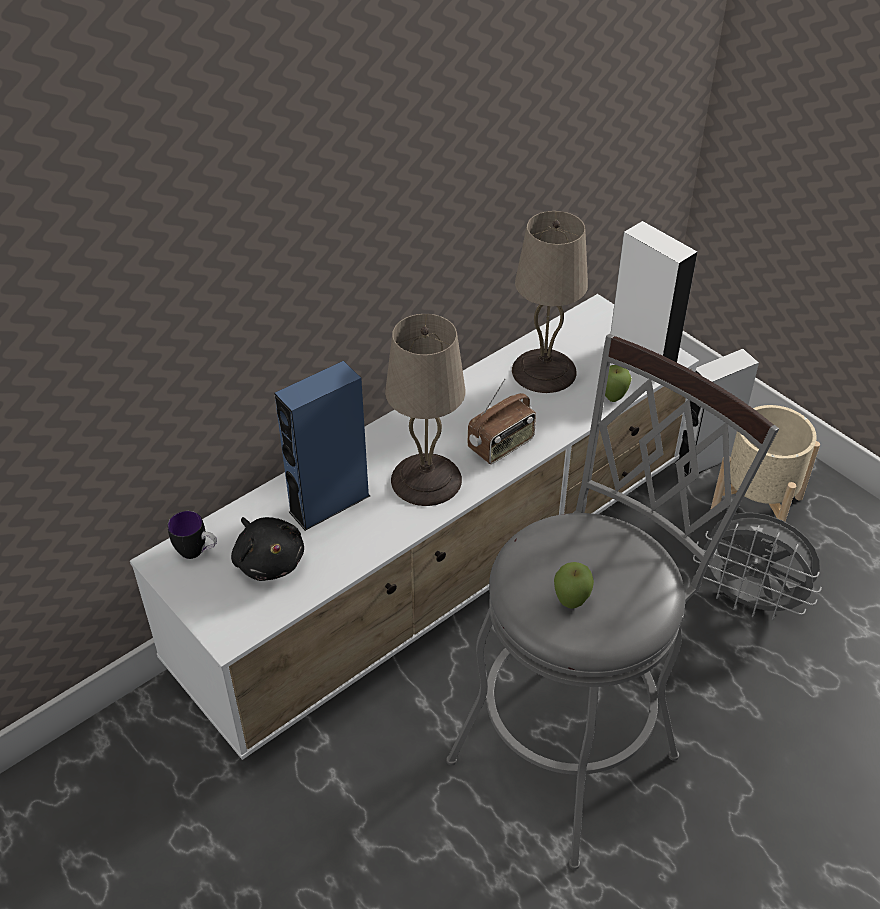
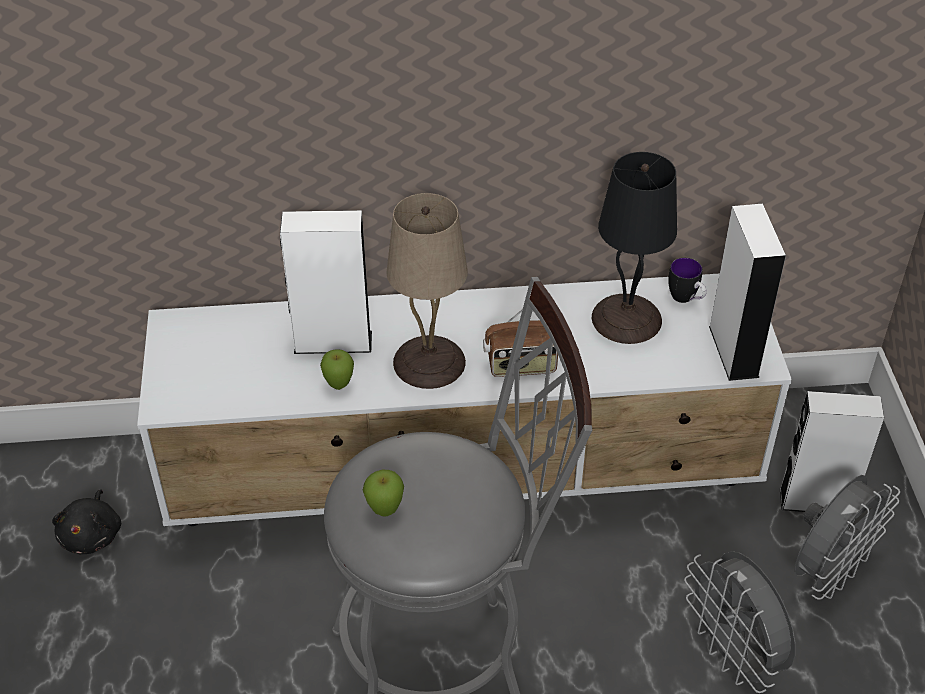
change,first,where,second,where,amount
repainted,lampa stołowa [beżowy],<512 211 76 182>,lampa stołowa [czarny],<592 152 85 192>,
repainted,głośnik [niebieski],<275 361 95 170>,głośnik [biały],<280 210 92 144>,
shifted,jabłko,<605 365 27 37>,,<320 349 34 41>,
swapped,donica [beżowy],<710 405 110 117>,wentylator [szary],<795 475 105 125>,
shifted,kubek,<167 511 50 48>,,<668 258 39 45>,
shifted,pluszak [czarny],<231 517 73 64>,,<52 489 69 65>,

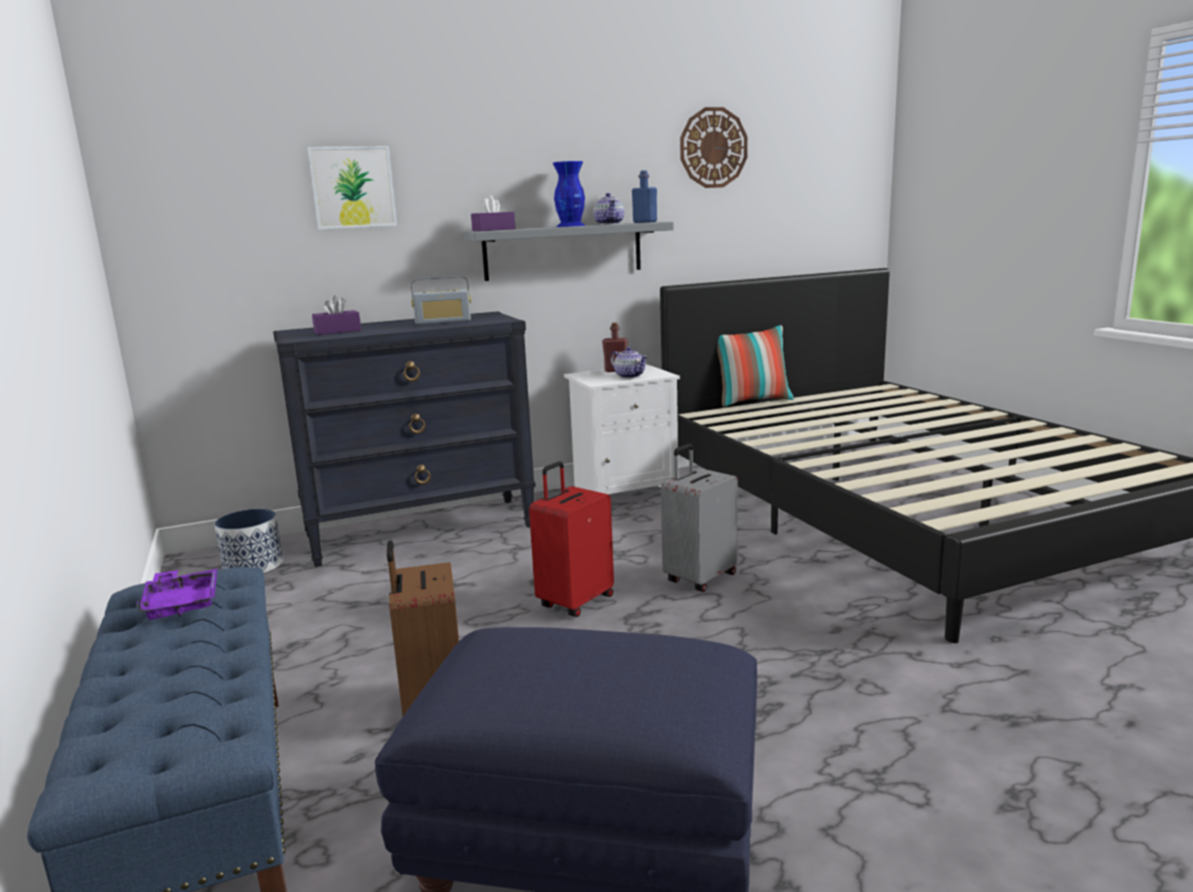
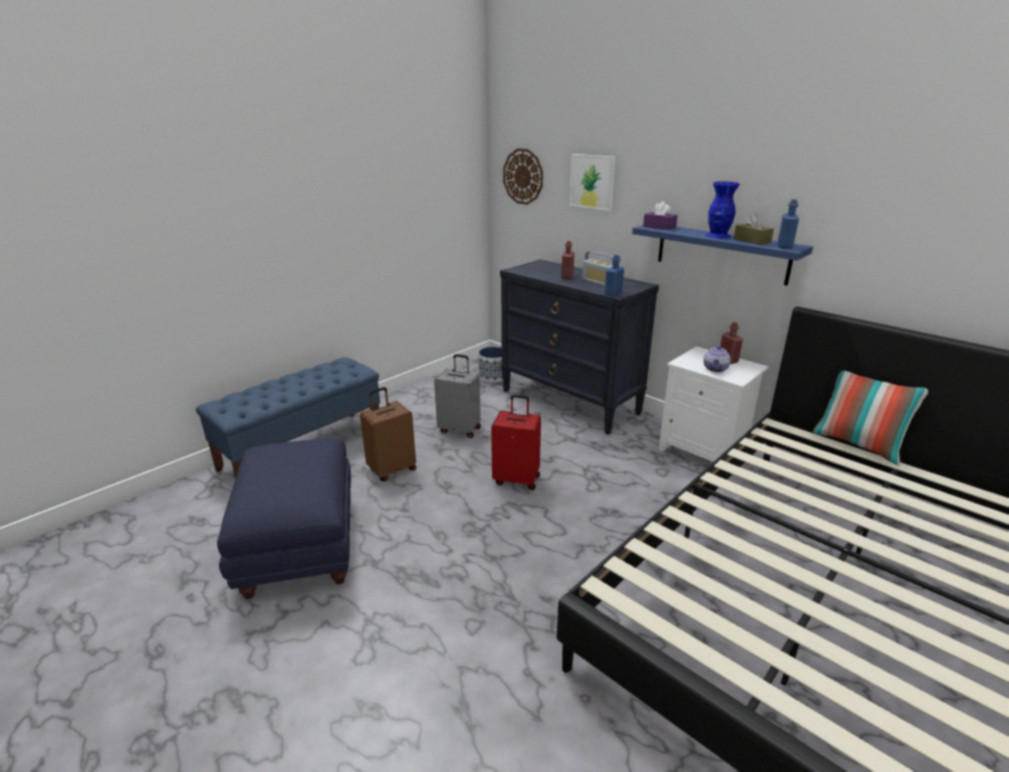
change,first,where,second,where,amount
shifted,zegar ścienny,<680 107 68 81>,,<503 148 40 57>,
swapped,imbryk,<593 193 31 32>,pudełko chusteczek [brązowy],<734 213 40 32>,
repainted,półka [szary],<463 222 211 59>,półka [niebieski],<632 225 181 61>,
gone,pudełko chusteczek [fioletowy],<312 295 49 40>,,,
shifted,walizka [szary],<661 444 77 148>,,<434 354 47 84>,
gone,taca [fioletowy],<136 569 81 51>,,,
new,,,butelka [czerwony],<561 241 13 38>,
new,,,butelka [niebieski],<605 255 19 41>,

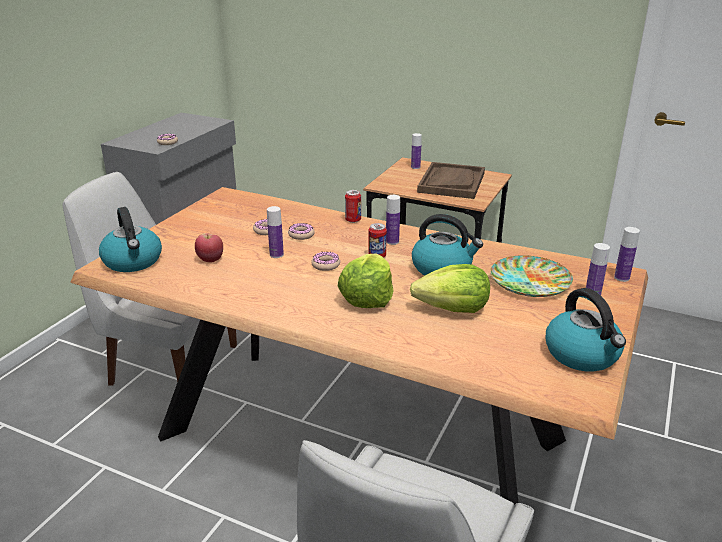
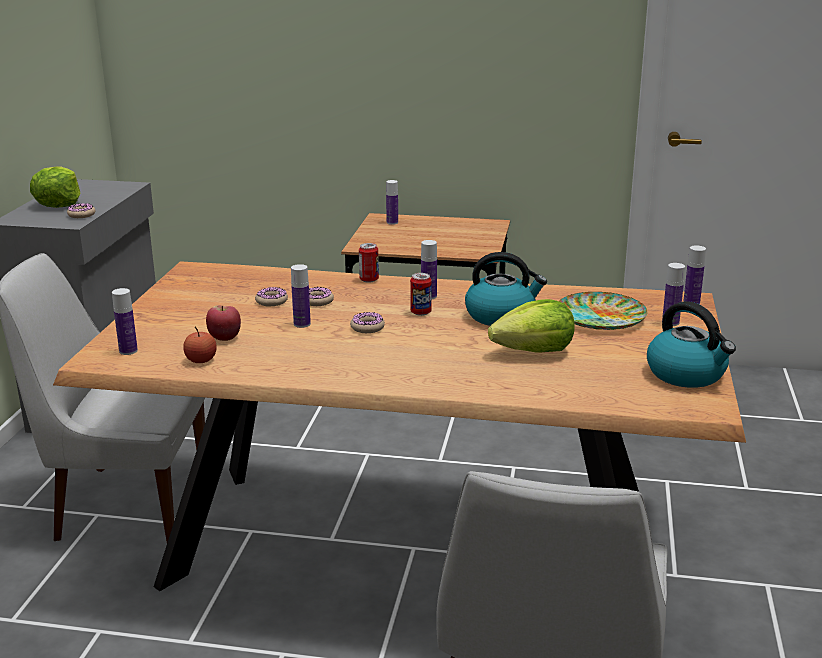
change,first,where,second,where,amount
gone,taca [brązowy],<417 162 68 37>,,,
swapped,czajnik,<99 207 63 65>,butelka,<112 288 26 67>,
shifted,sałata,<338 253 56 55>,,<30 166 50 42>,
new,,,jabłko,<183 327 34 36>,

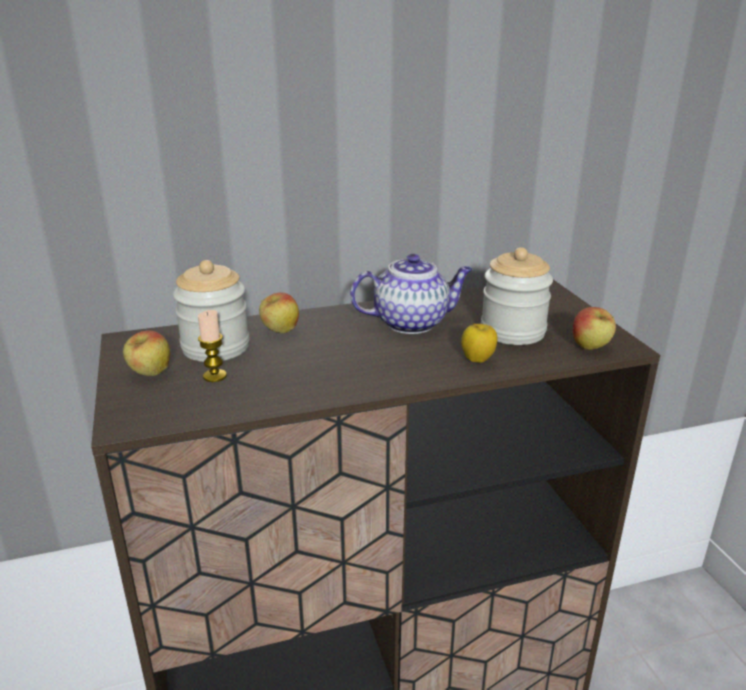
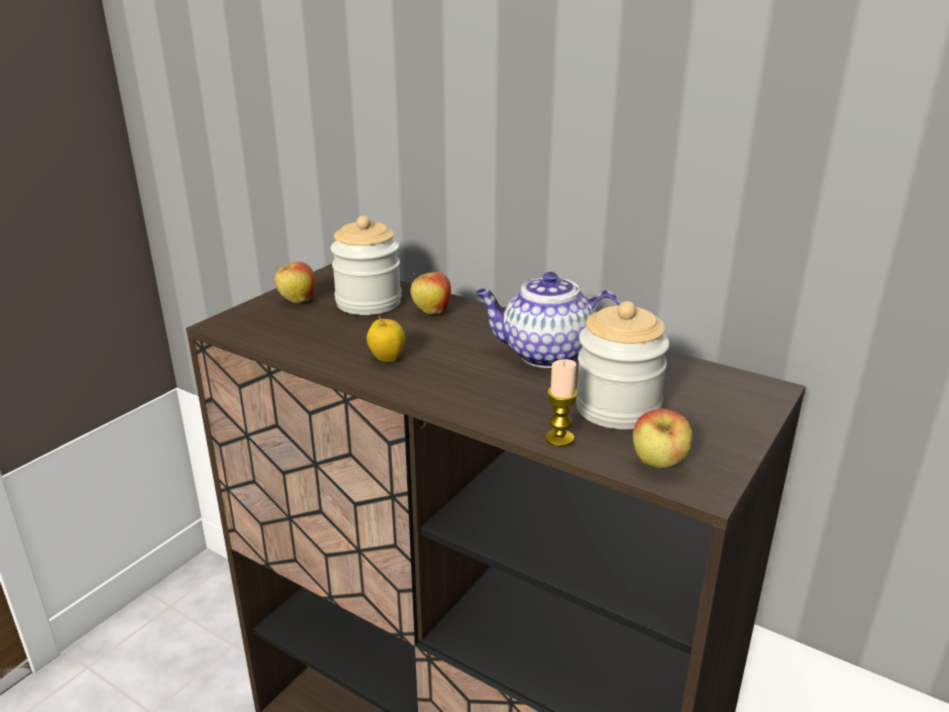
change,first,where,second,where,amount
rotated,imbryk,<350 254 123 80>,,<475 272 146 96>,150 degrees clockwise
shifted,świeca,<198 310 29 72>,,<545 359 33 88>,
shifted,jabłko,<461 323 36 40>,,<367 315 38 47>,

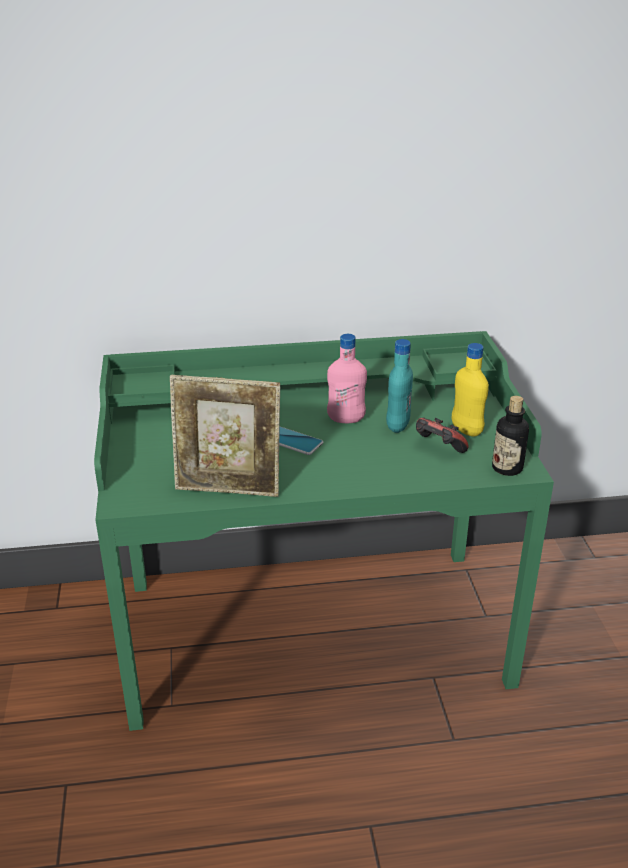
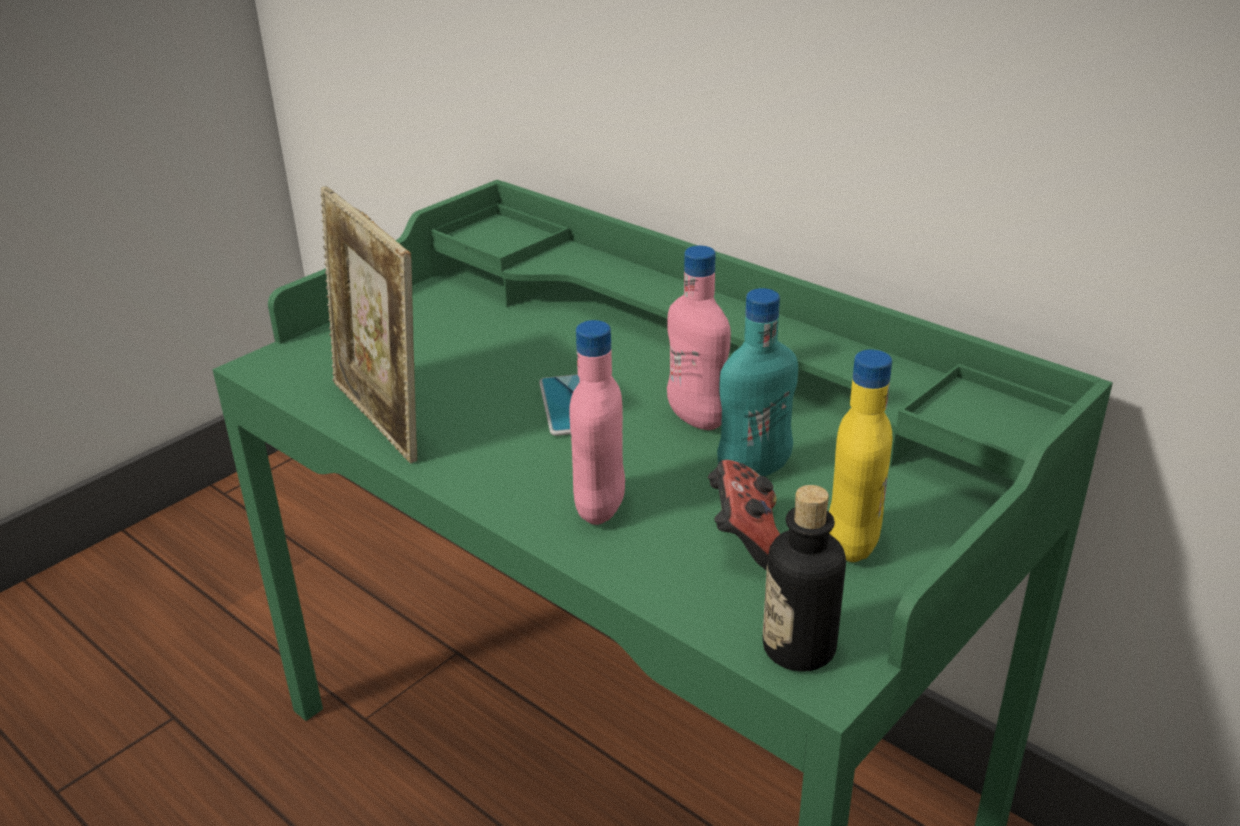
change,first,where,second,where,amount
new,,,butelka [różowy],<570 320 55 205>,

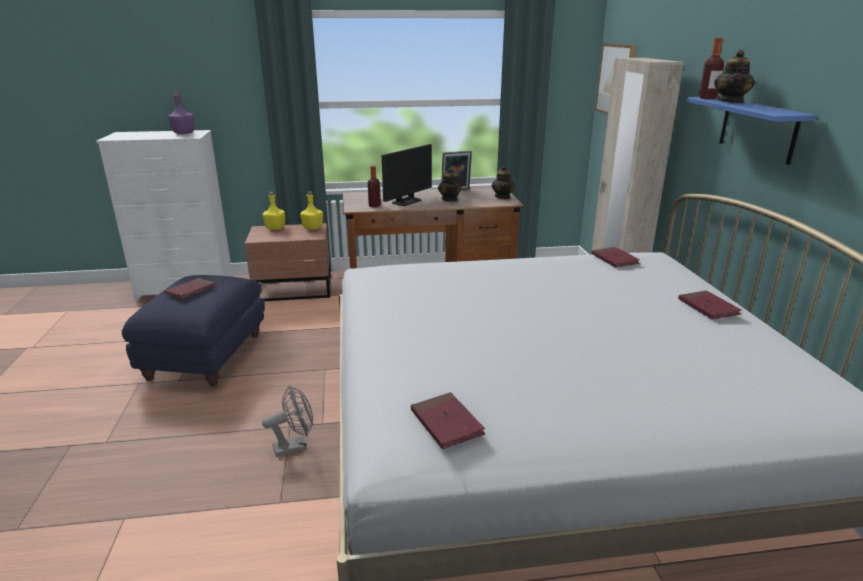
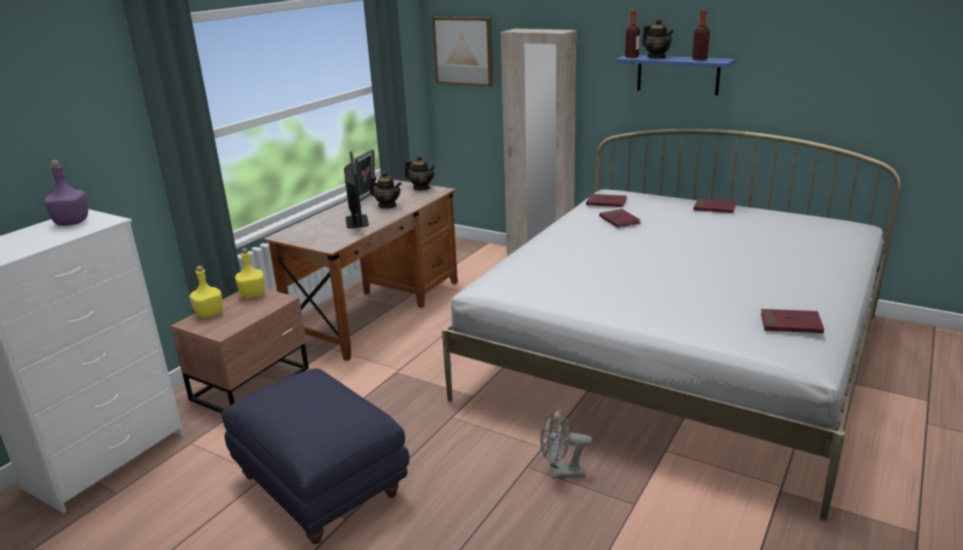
change,first,where,second,where,amount
shifted,butelka,<368 166 13 41>,,<692 11 18 50>,
shifted,książka [czerwony],<164 278 52 21>,,<599 209 42 19>,
rotated,wentylator [szary],<262 386 51 71>,,<541 408 51 71>,105 degrees counterclockwise

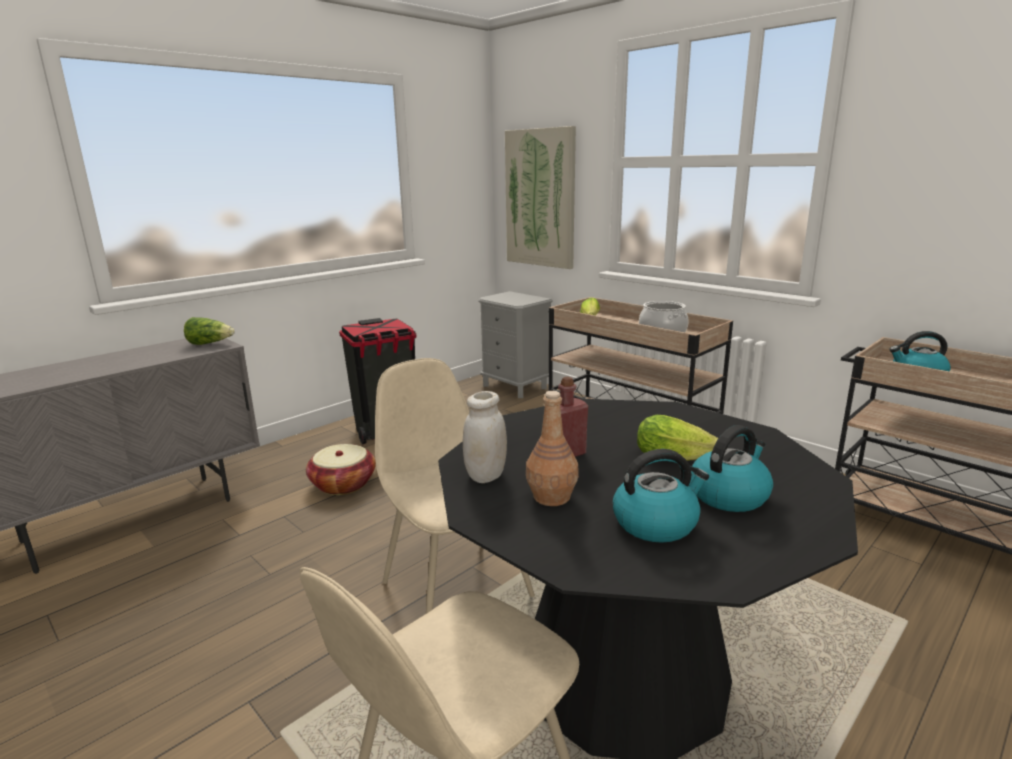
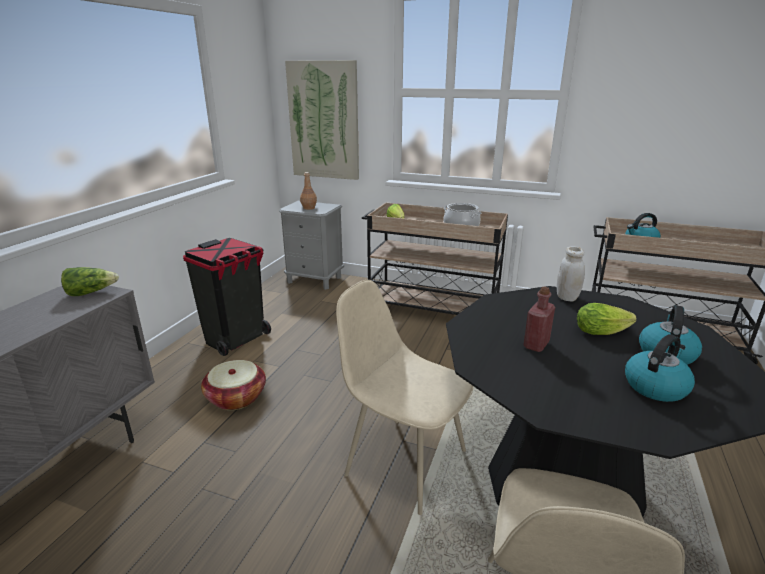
change,first,where,second,where,amount
shifted,słoik [biały],<463 391 44 92>,,<557 246 28 56>,
shifted,butelka [brązowy],<526 391 53 115>,,<300 172 17 38>,

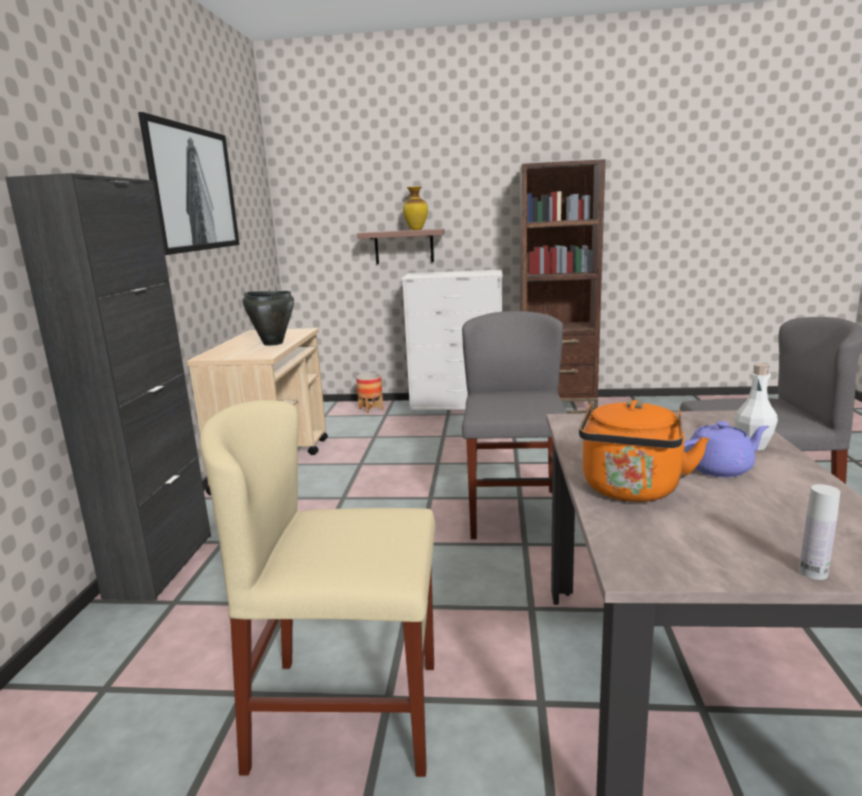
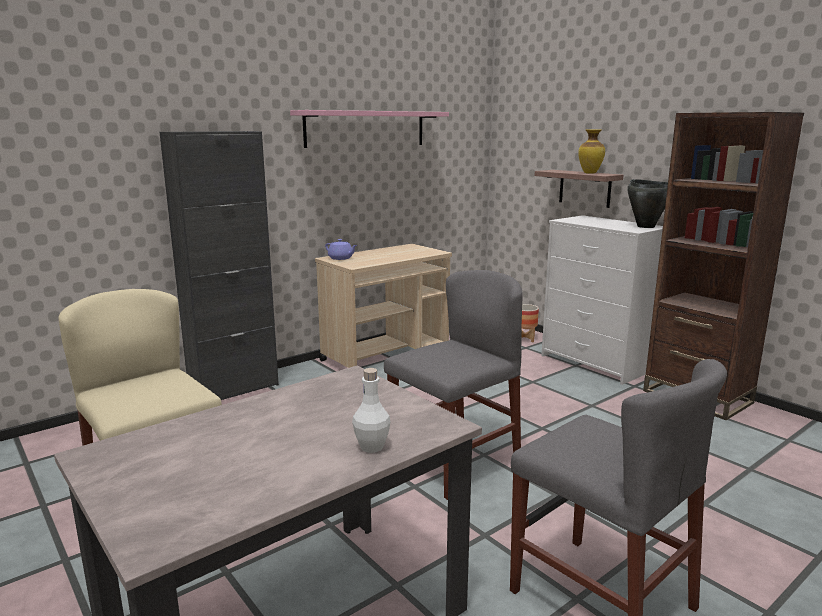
change,first,where,second,where,amount
swapped,obraz,<138 112 102 143>,półka [różowy],<290 110 159 38>,
shifted,garnek [czarny],<242 291 52 55>,,<627 179 41 49>,
gone,czajnik [pomarańczowy],<579 400 130 102>,,,
shifted,imbryk [fioletowy],<684 421 85 56>,,<325 239 32 21>,
gone,butelka [biały],<799 484 41 96>,,,

